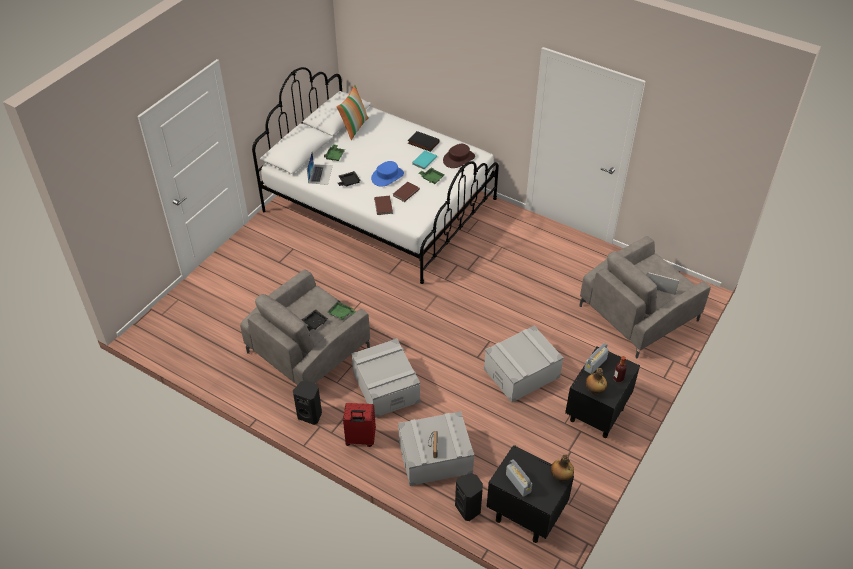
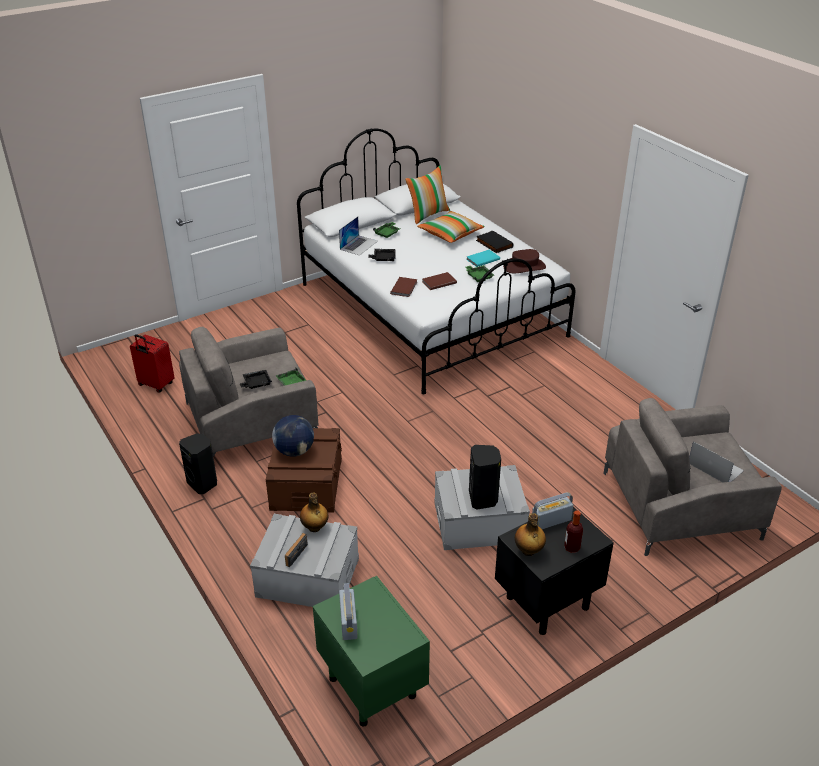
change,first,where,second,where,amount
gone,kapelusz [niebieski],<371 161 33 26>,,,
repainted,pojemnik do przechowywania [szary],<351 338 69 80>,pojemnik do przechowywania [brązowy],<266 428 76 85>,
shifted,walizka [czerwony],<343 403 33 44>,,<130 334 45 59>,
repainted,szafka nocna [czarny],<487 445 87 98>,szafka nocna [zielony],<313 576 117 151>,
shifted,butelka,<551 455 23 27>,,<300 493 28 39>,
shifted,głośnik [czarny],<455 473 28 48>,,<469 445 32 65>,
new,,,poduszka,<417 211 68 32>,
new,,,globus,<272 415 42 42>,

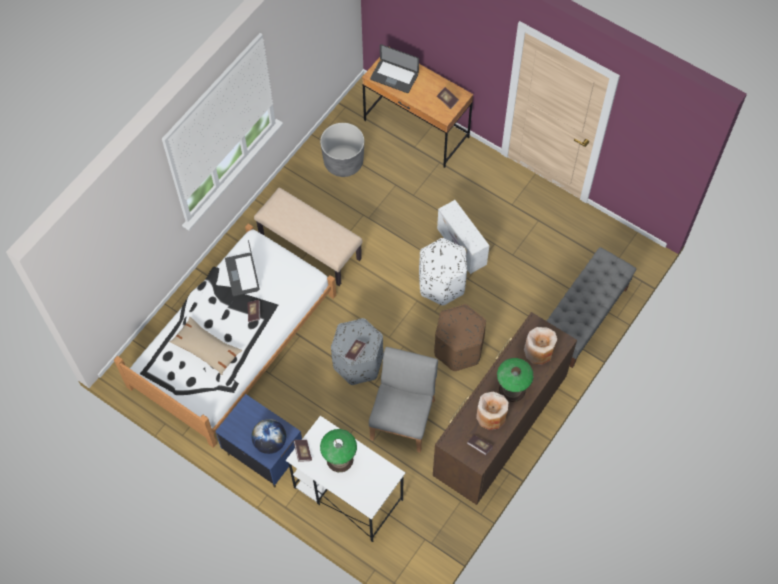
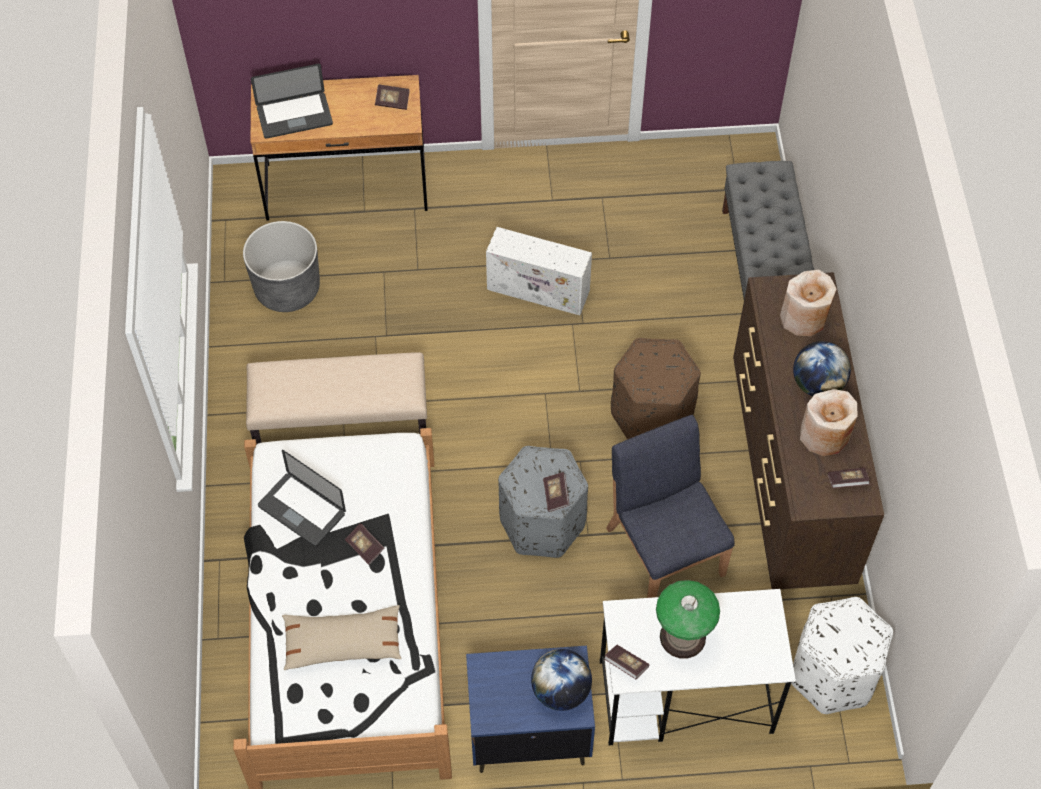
change,first,where,second,where,amount
shifted,pufa [biały],<419 238 48 67>,,<791 597 102 117>,
repainted,krzesło [szary],<369 347 69 105>,krzesło [niebieski],<606 415 128 183>,
swapped,lampa stołowa,<497 358 37 44>,globus,<793 341 58 55>,

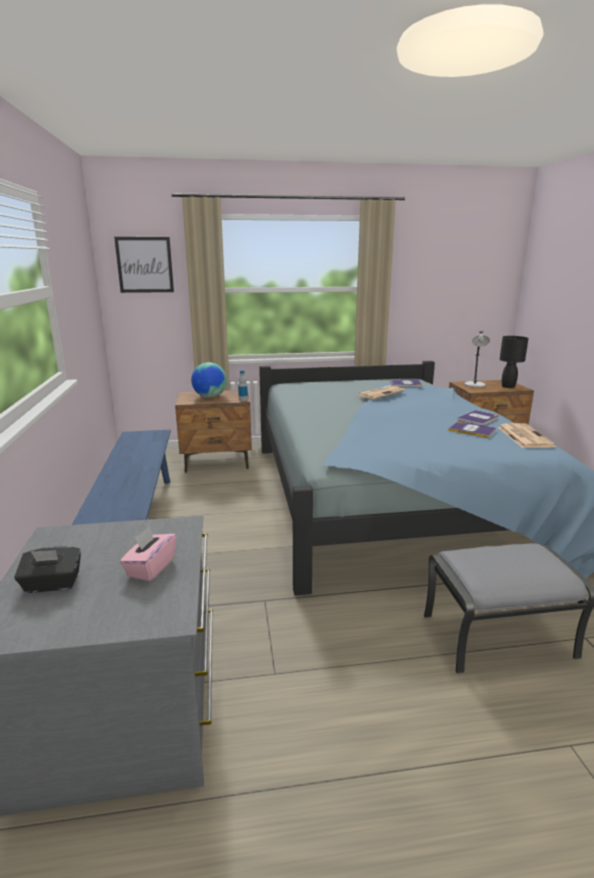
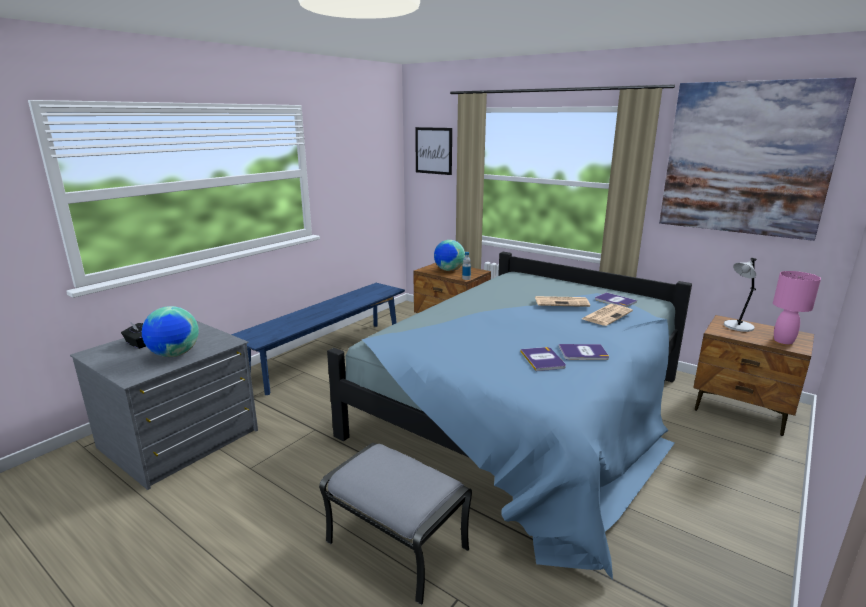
change,first,where,second,where,amount
repainted,lampa stołowa [czarny],<500 336 29 52>,lampa stołowa [różowy],<773 271 48 73>,
shifted,gazeta,<498 423 58 25>,,<582 304 51 22>,
swapped,pudełko chusteczek [różowy],<120 526 56 56>,globus,<142 306 57 51>,
new,,,obraz,<659 77 197 164>,

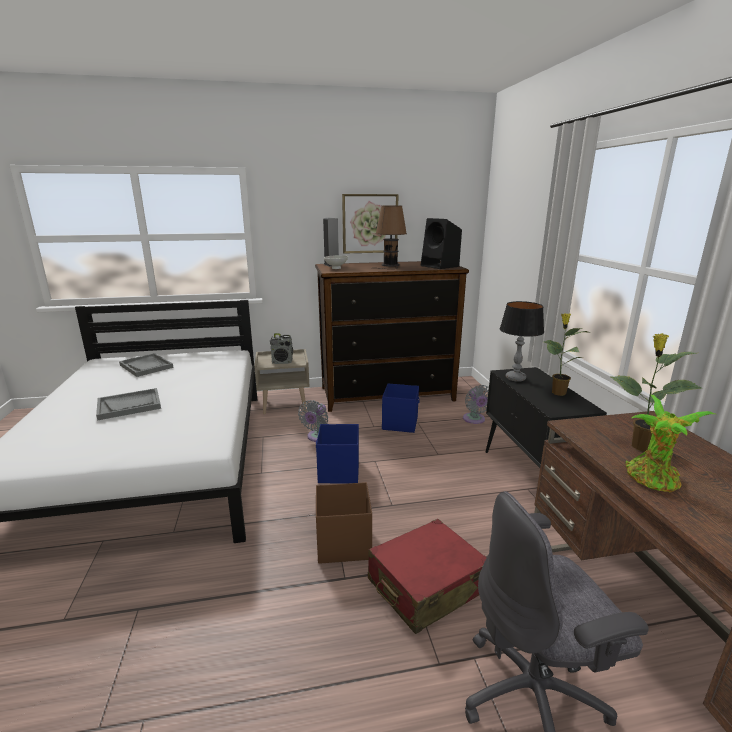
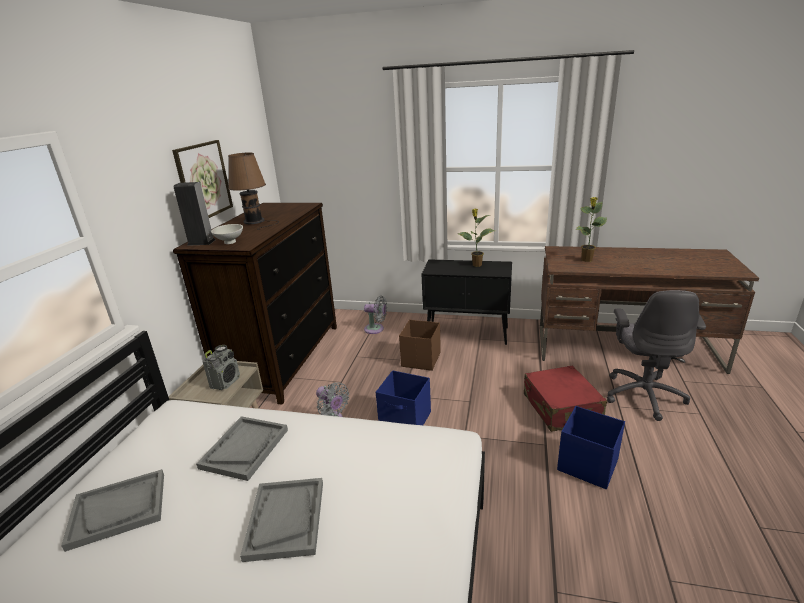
change,first,where,second,where,amount
gone,głośnik [czarny],<421 218 41 51>,,,
gone,lampa stołowa,<500 301 44 81>,,,
shifted,pojemnik do przechowywania [niebieski],<382 383 38 50>,,<557 406 68 83>,
gone,roślina doniczkowa,<625 395 90 98>,,,
shifted,pojemnik do przechowywania [brązowy],<316 482 56 82>,,<399 320 42 51>,
new,,,taca [szary],<196 416 92 65>,

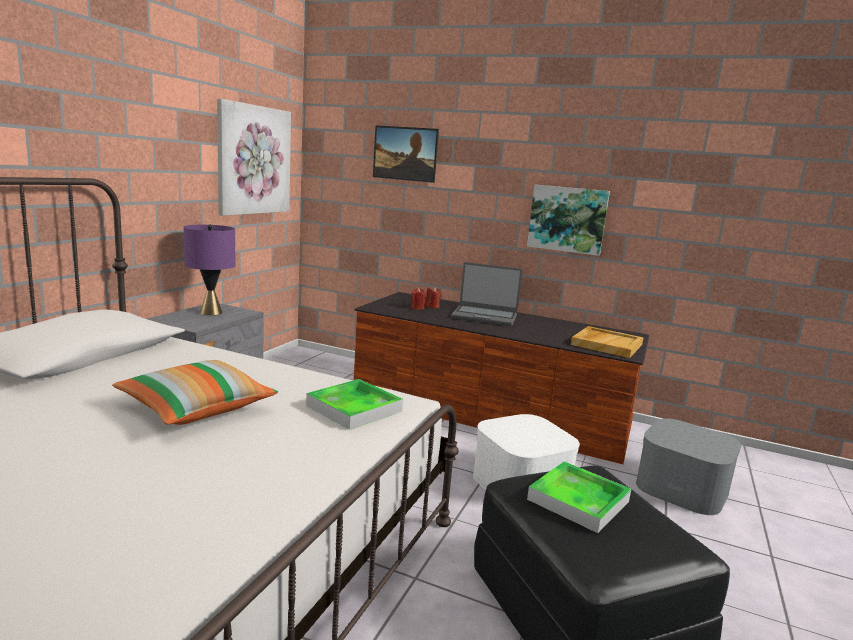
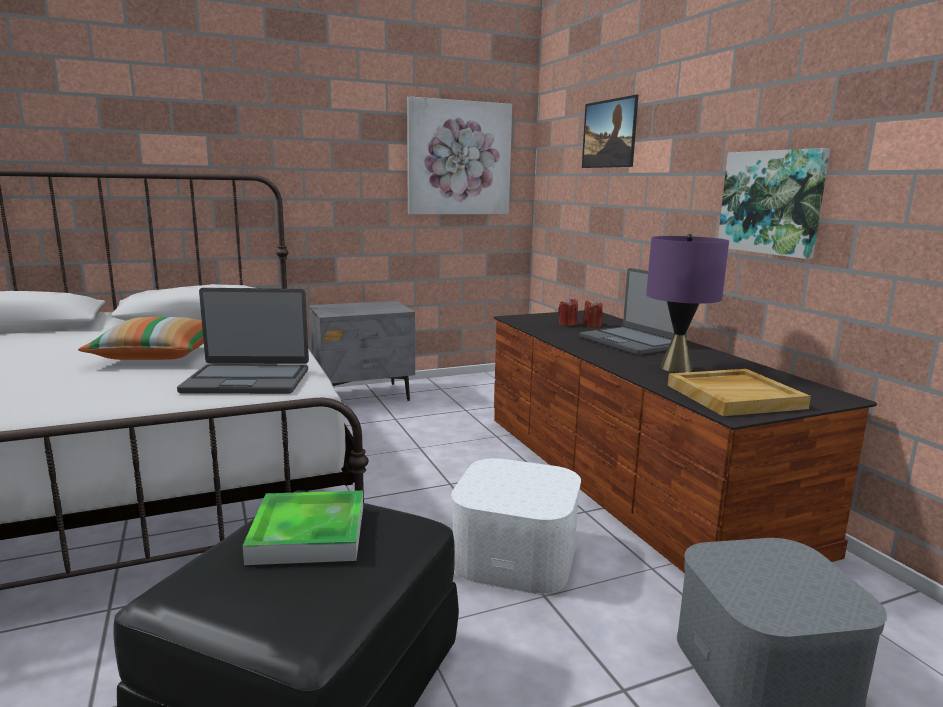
change,first,where,second,where,amount
shifted,lampa stołowa [fioletowy],<184 224 51 91>,,<646 234 83 139>,
swapped,taca,<306 379 97 51>,laptop,<177 288 132 106>,

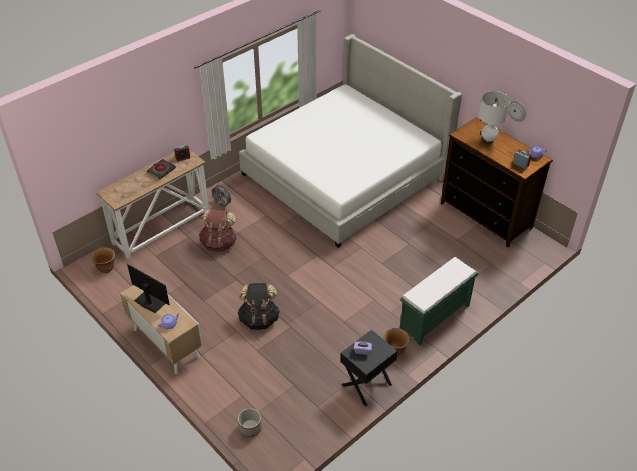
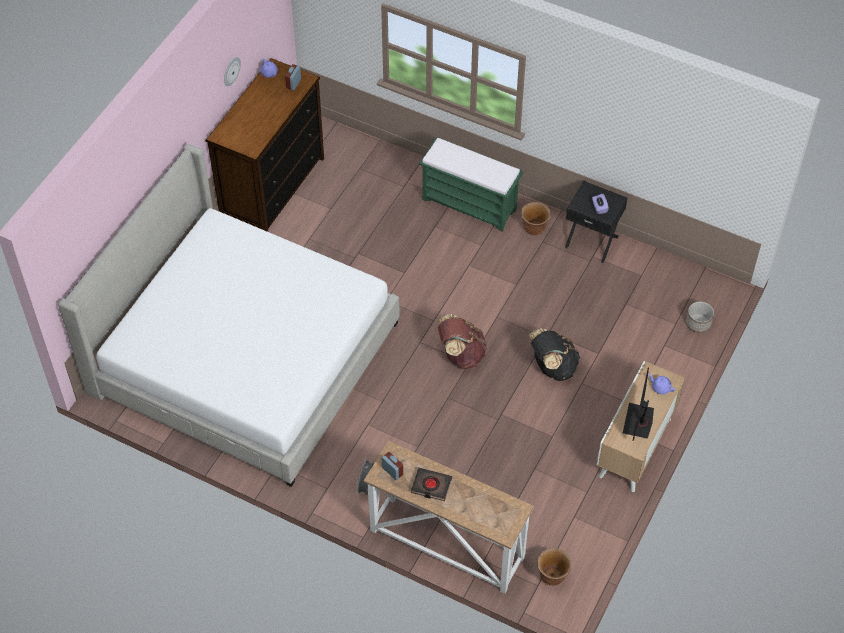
change,first,where,second,where,amount
gone,lampa stołowa [biały],<479 91 31 53>,,,
shifted,plecak [brązowy],<199 209 38 43>,,<438 314 49 55>,

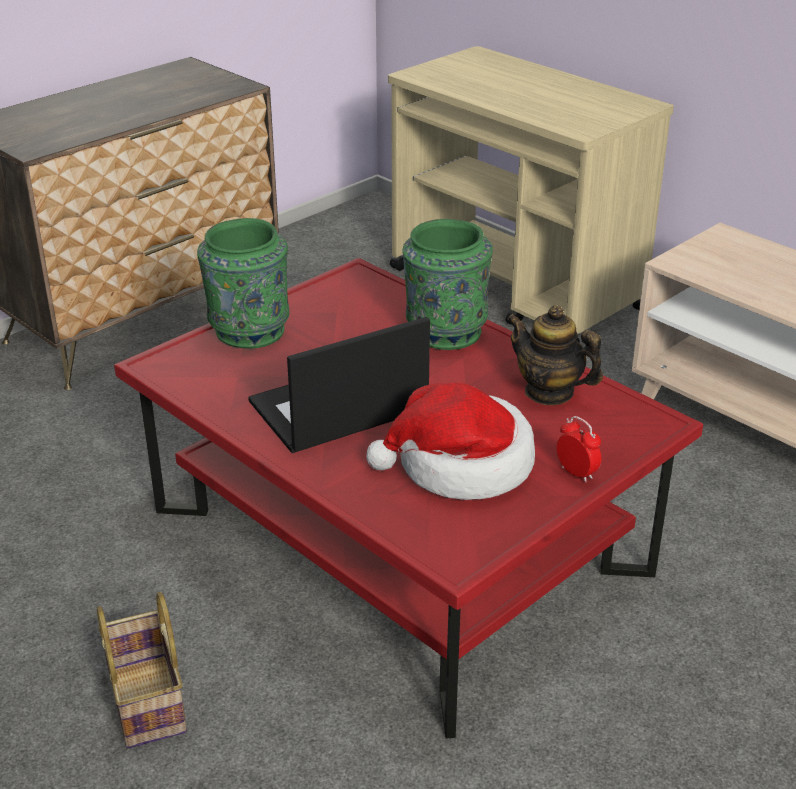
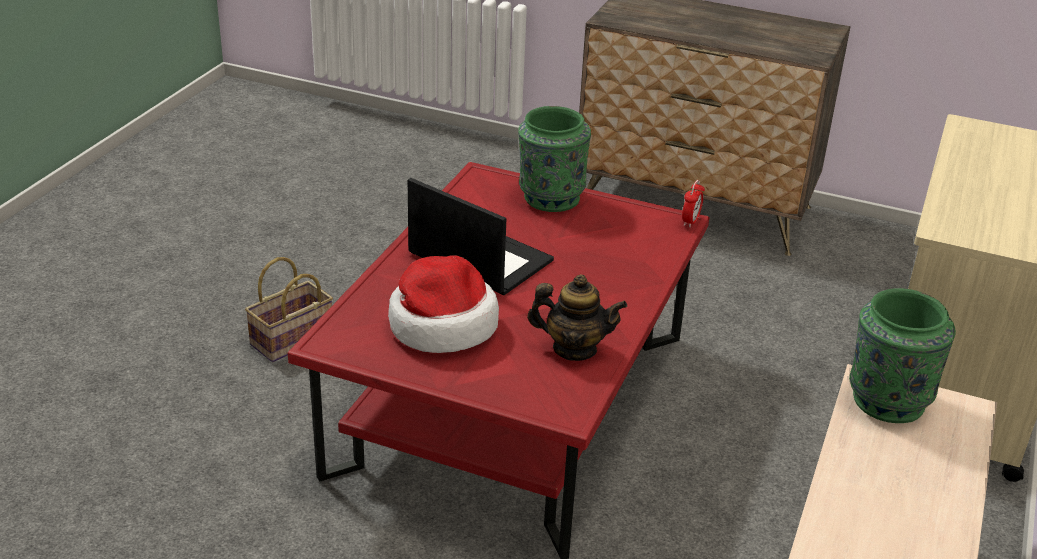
change,first,where,second,where,amount
shifted,wazon [zielony],<403 219 90 131>,,<849 288 107 135>,
rotated,imbryk,<507 305 96 100>,,<527 274 100 87>,90 degrees clockwise
shifted,budzik,<557 416 44 67>,,<682 180 23 47>,

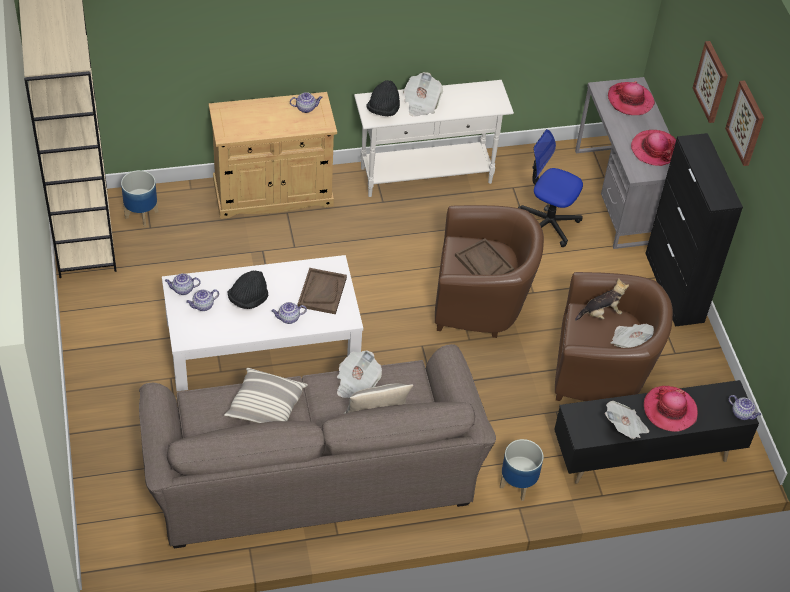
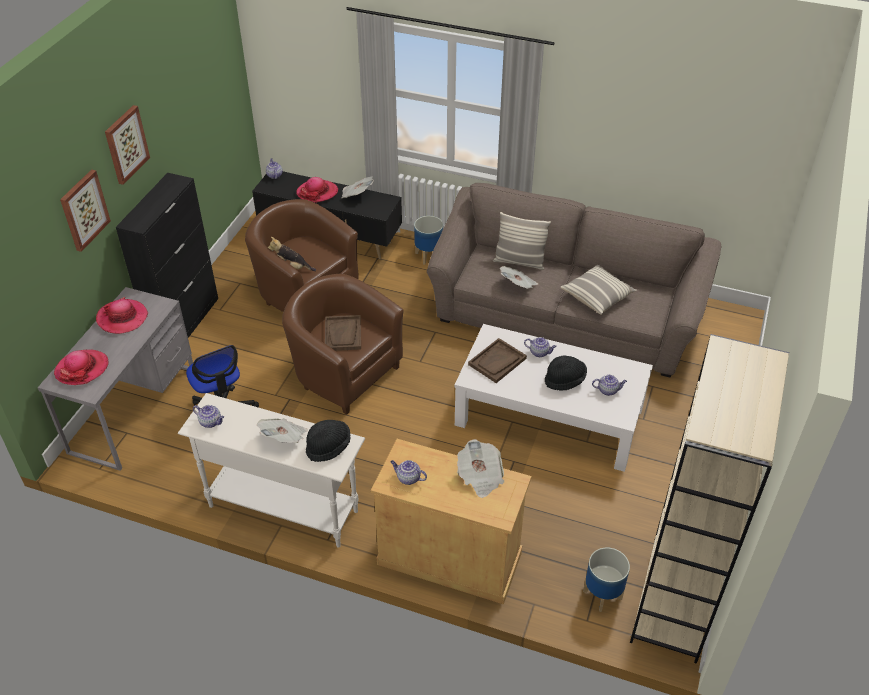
change,first,where,second,where,amount
shifted,imbryk,<165 273 36 22>,,<193 405 31 23>,
shifted,gazeta,<610 324 44 24>,,<457 439 47 59>,

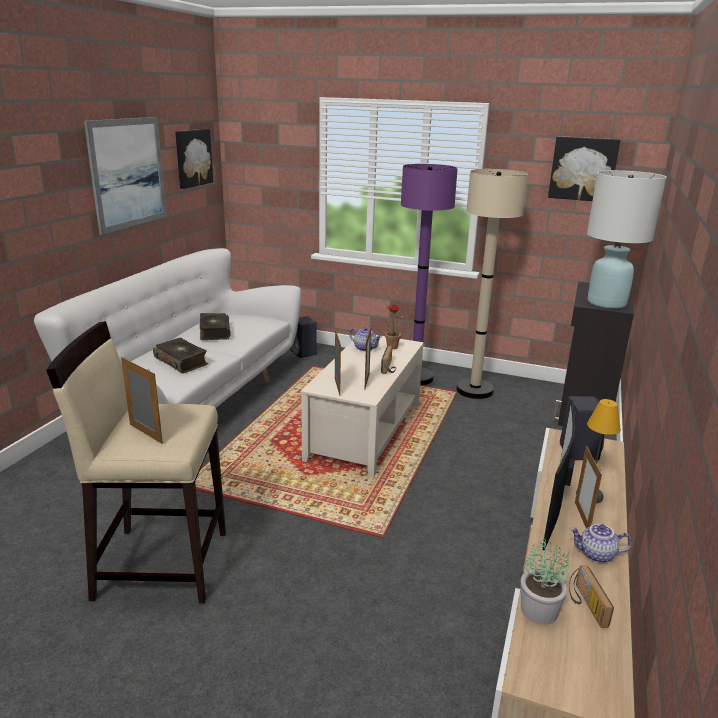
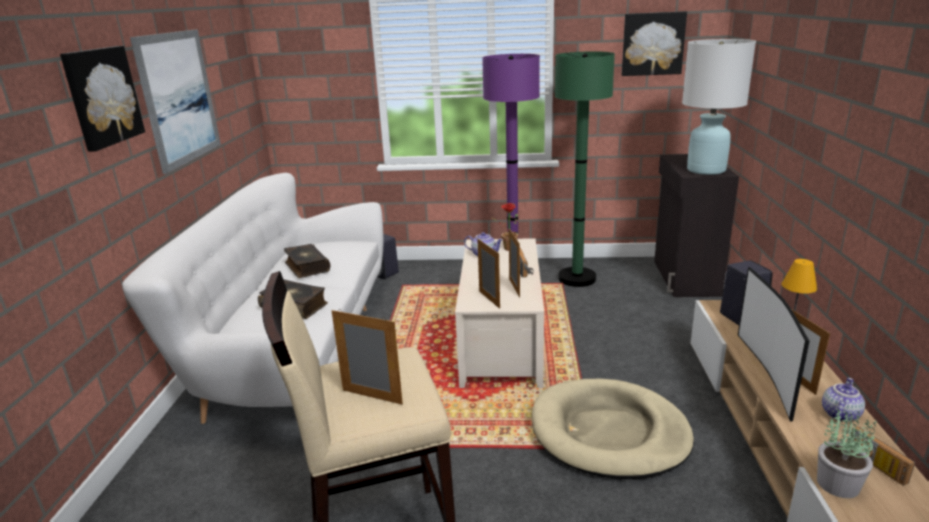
change,first,where,second,where,amount
shifted,obraz,<175 129 38 60>,,<60 46 85 106>,
repainted,lampa stojąca [beżowy],<456 169 72 230>,lampa stojąca [zielony],<555 51 60 236>,
rotated,imbryk,<570 524 62 39>,,<822 378 43 44>,135 degrees clockwise
new,,,legowisko [beżowy],<532 379 162 100>,

